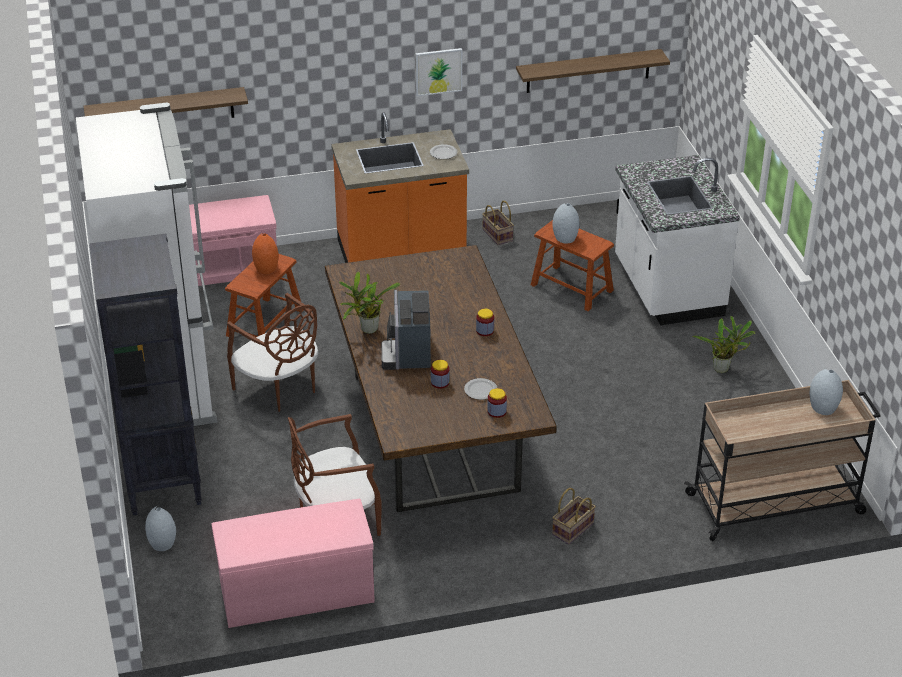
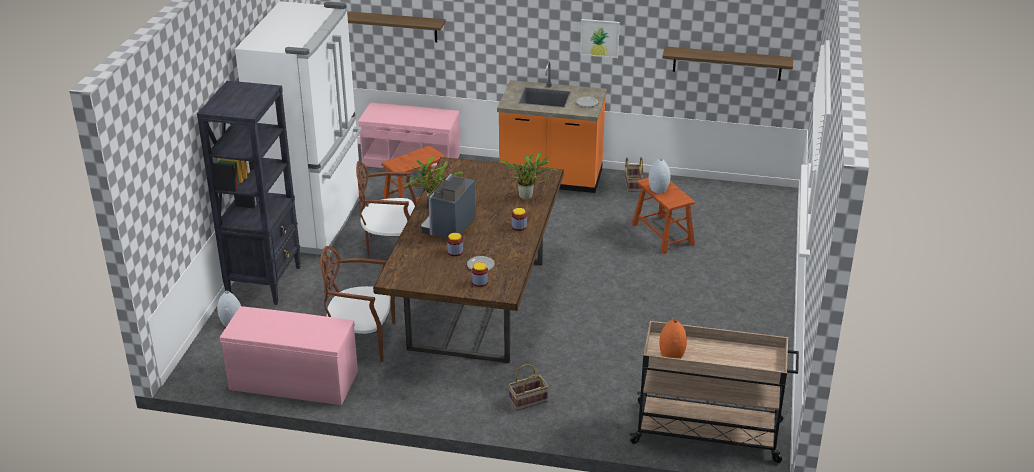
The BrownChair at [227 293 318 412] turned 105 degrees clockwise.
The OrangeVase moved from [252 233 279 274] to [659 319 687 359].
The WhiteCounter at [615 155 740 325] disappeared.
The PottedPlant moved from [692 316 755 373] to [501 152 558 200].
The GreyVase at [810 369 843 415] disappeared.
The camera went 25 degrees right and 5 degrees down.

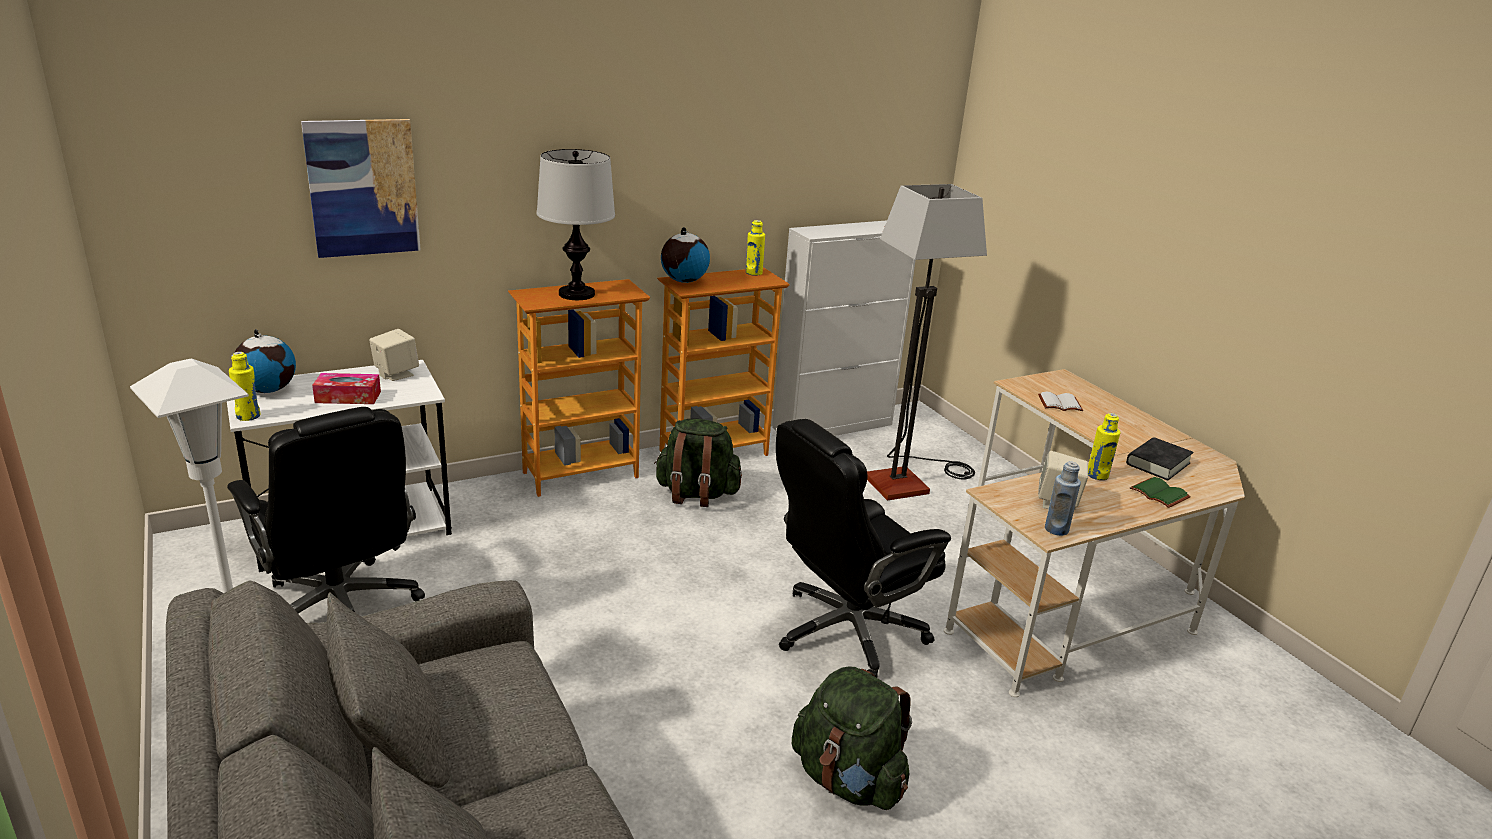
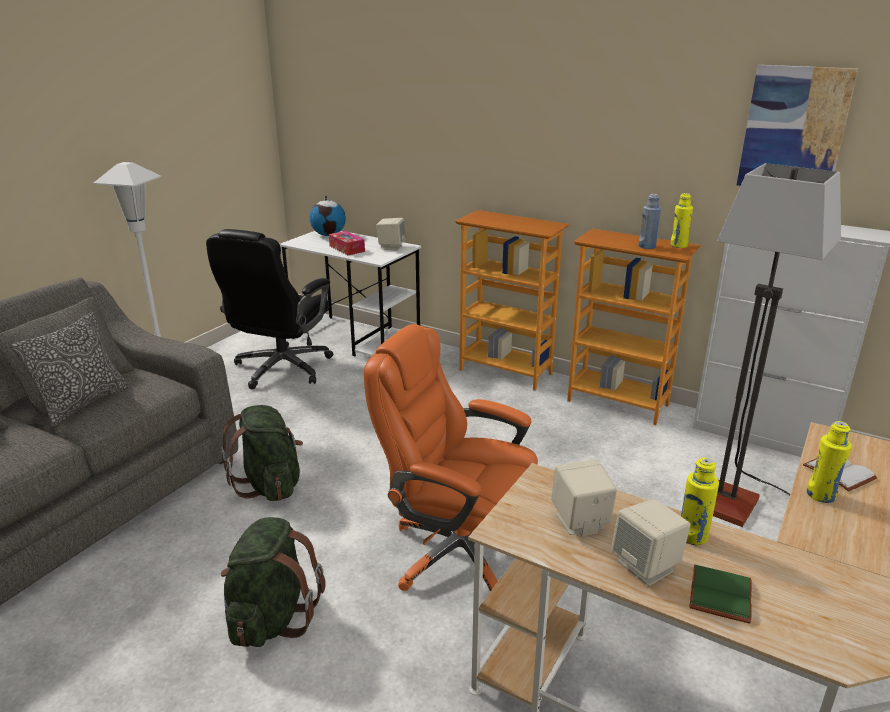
The YellowBottle moved from [229 352 260 421] to [807 421 852 503].
The Picture moved from [301 119 421 258] to [737 65 858 186].
The TableLamp at [537 149 615 300] disappeared.
The GreenBackpack moved from [654 419 742 507] to [221 405 303 501].
The Globe at [661 227 710 283] disappeared.
The BlackOfficeChair at [776 419 951 678] became the OrangeOfficeChair at [364 324 538 591].
The BlueBottle moved from [1045 461 1081 536] to [638 194 661 249].
The BlackBook at [1126 437 1194 481] disappeared.
The Pillow at [12 312 128 427] appeared.
The BeigeSpeaker at [611 499 690 586] appeared.
The camera went 60 degrees right and 0 degrees up.

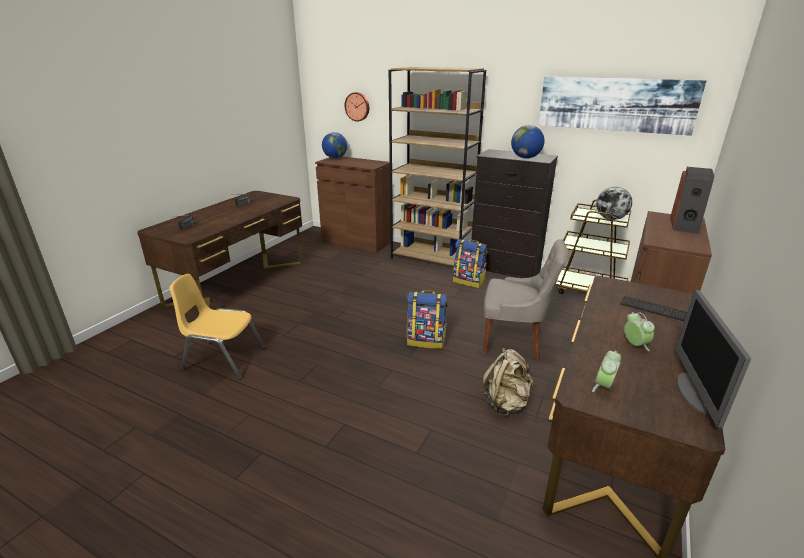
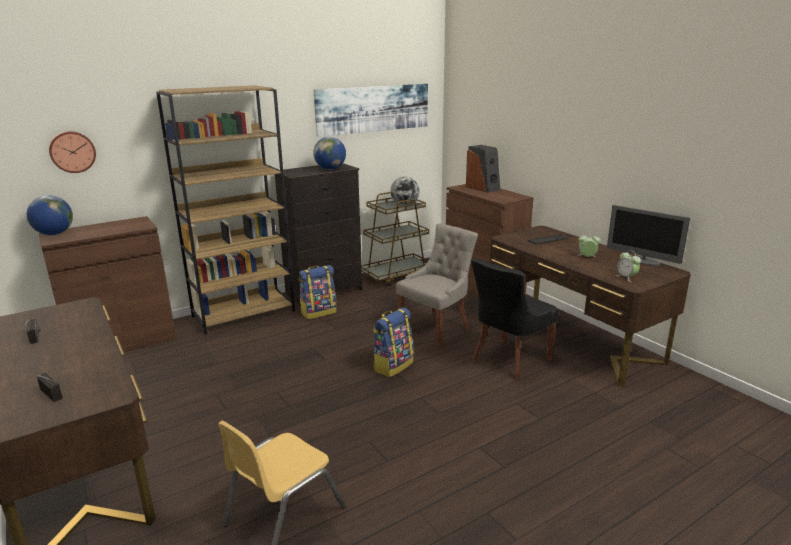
The BeigeBackpack at [482 348 533 416] was replaced by the BlackChair at [471 259 559 380].
The camera went 60 degrees left and 5 degrees down.

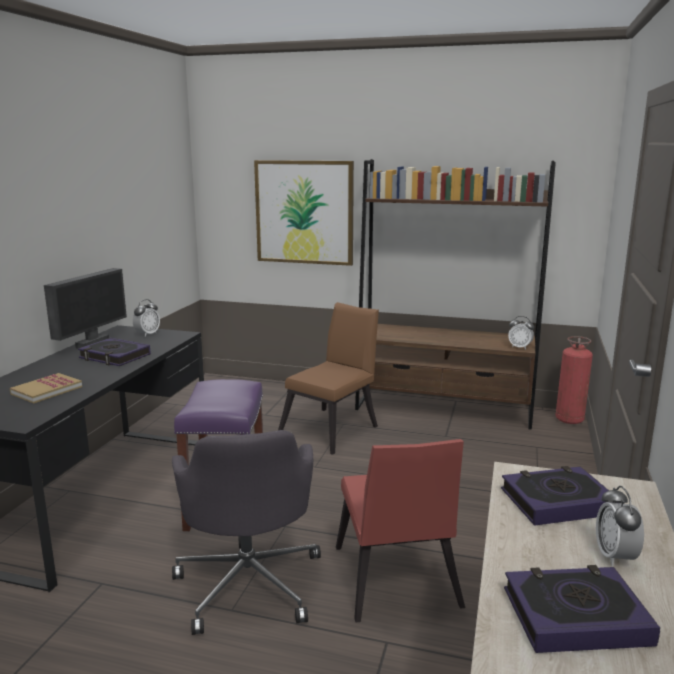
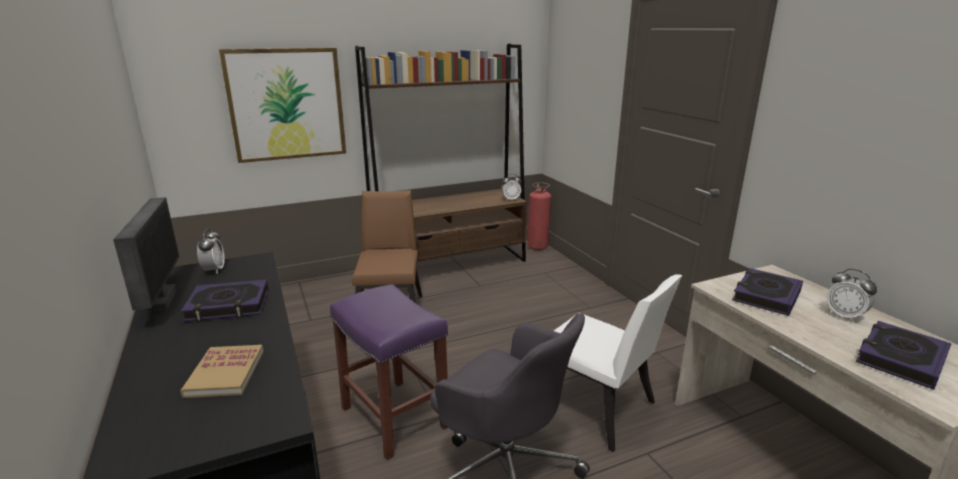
The RedChair at [336 439 465 623] became the WhiteChair at [554 274 682 452].
The camera went 40 degrees left and 5 degrees up.

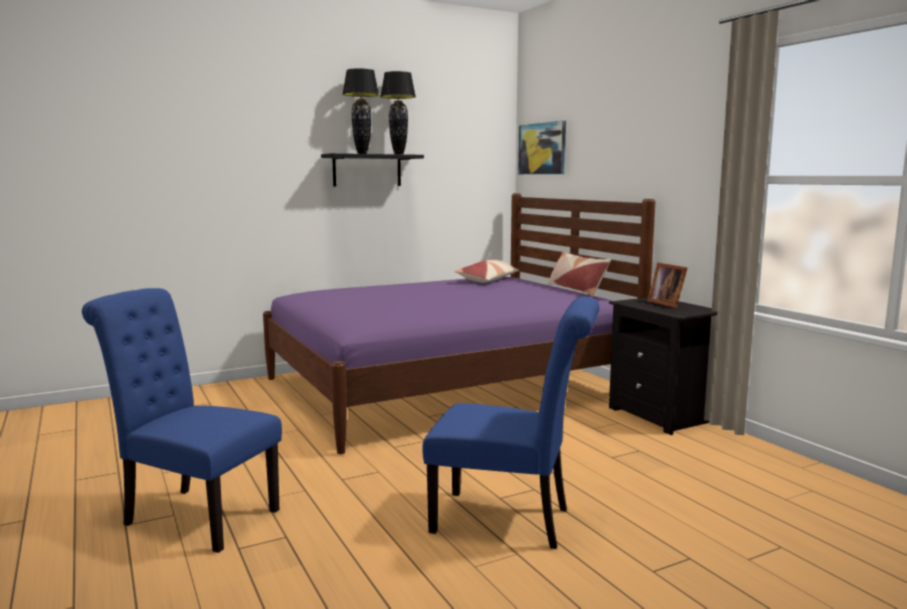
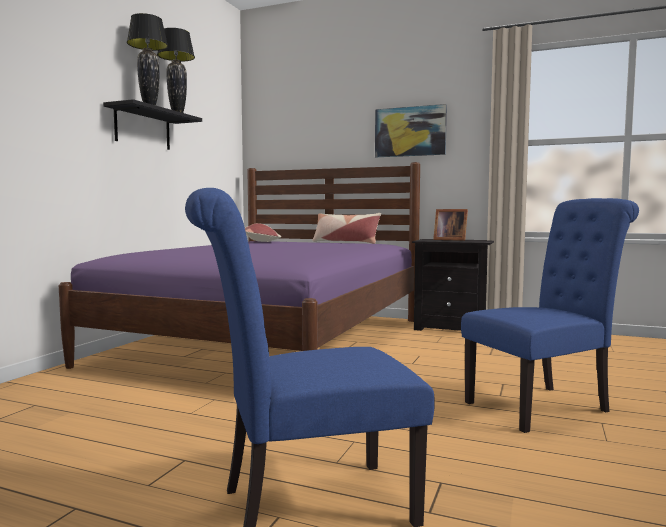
The Picture moved from [518 121 566 174] to [375 104 447 157].
The camera went 40 degrees left and 5 degrees down.

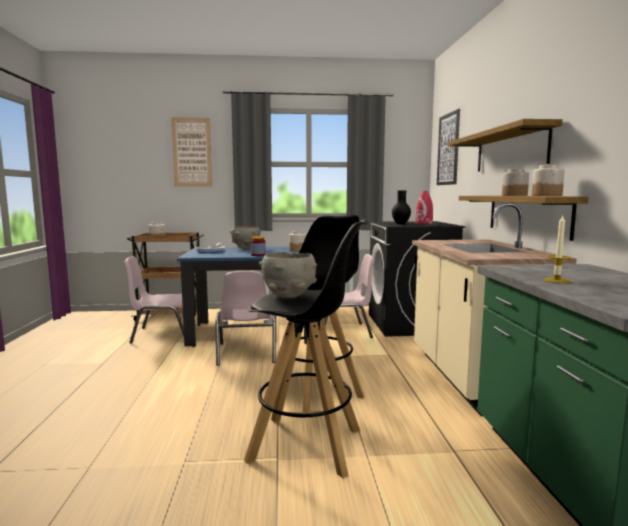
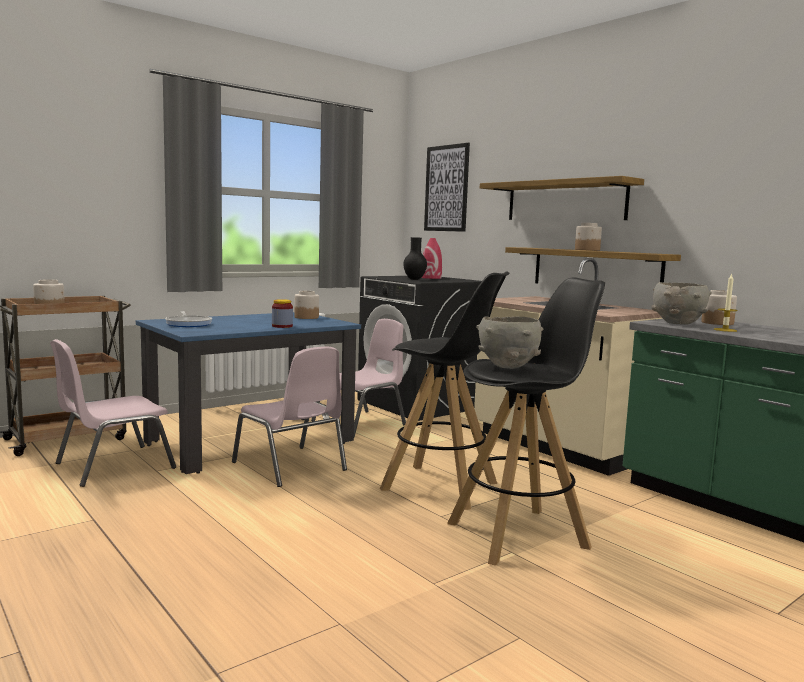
The Picture at [171 117 212 186] disappeared.
The GreyBowl moved from [230 226 261 249] to [651 282 712 325].
The Jar moved from [532 165 565 196] to [701 290 737 325].
The camera went 35 degrees left and 0 degrees up.

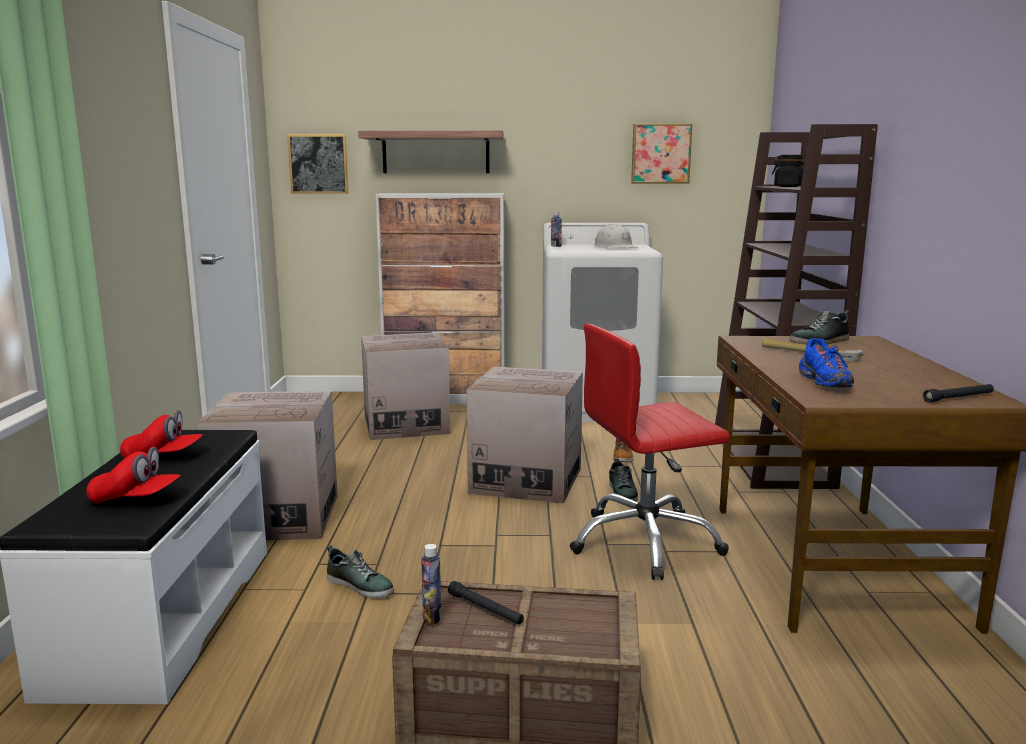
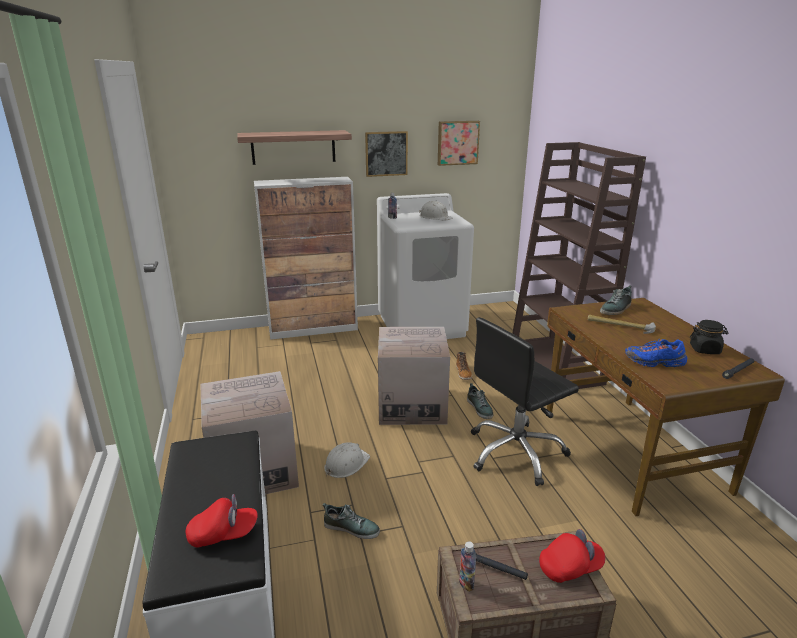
The RedCap moved from [120 410 203 458] to [539 529 605 583].
The Picture moved from [287 134 349 194] to [365 131 408 177].
The CardboardBox at [361 332 450 440] disappeared.
The RedOfficeChair at [570 324 730 580] became the BlackOfficeChair at [471 317 579 486].
The BlackJar moved from [772 155 806 187] to [690 320 728 354].
The BlueShoe at [799 338 854 387] turned 120 degrees clockwise.
The WhiteHardHat at [324 442 370 478] appeared.
The camera went 15 degrees left and 10 degrees up.

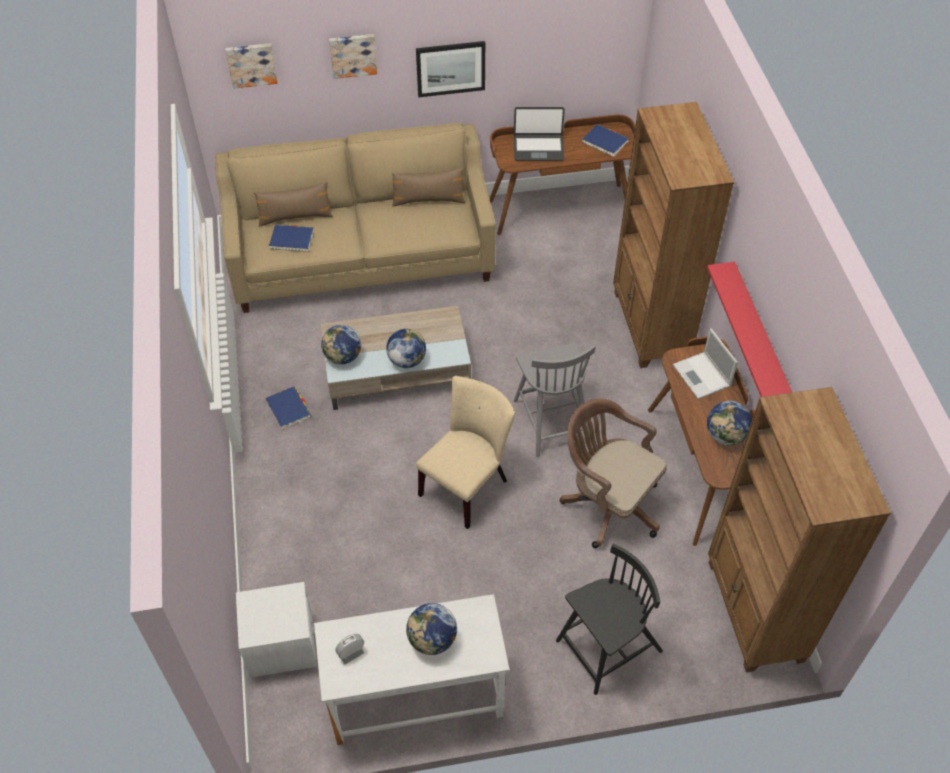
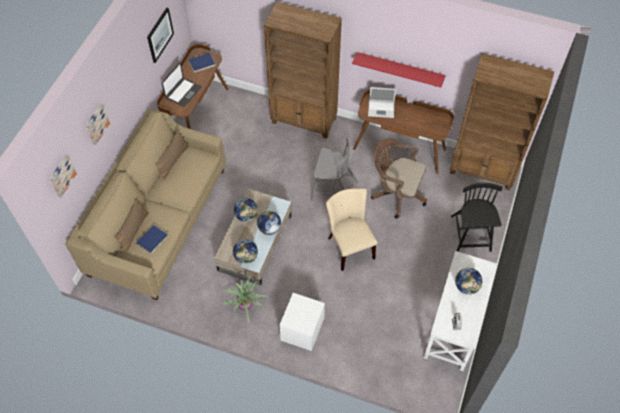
The WhiteNightstand moved from [236 582 317 678] to [279 293 325 351].
The BlueBook at [265 386 311 430] was replaced by the PottedPlant at [222 276 268 323].
The Picture moved from [416 41 485 97] to [147 8 174 63].
The BrownOfficeChair at [560 398 667 548] turned 45 degrees clockwise.
The Globe moved from [707 401 752 445] to [234 198 258 222].
The camera went 60 degrees left and 5 degrees up.

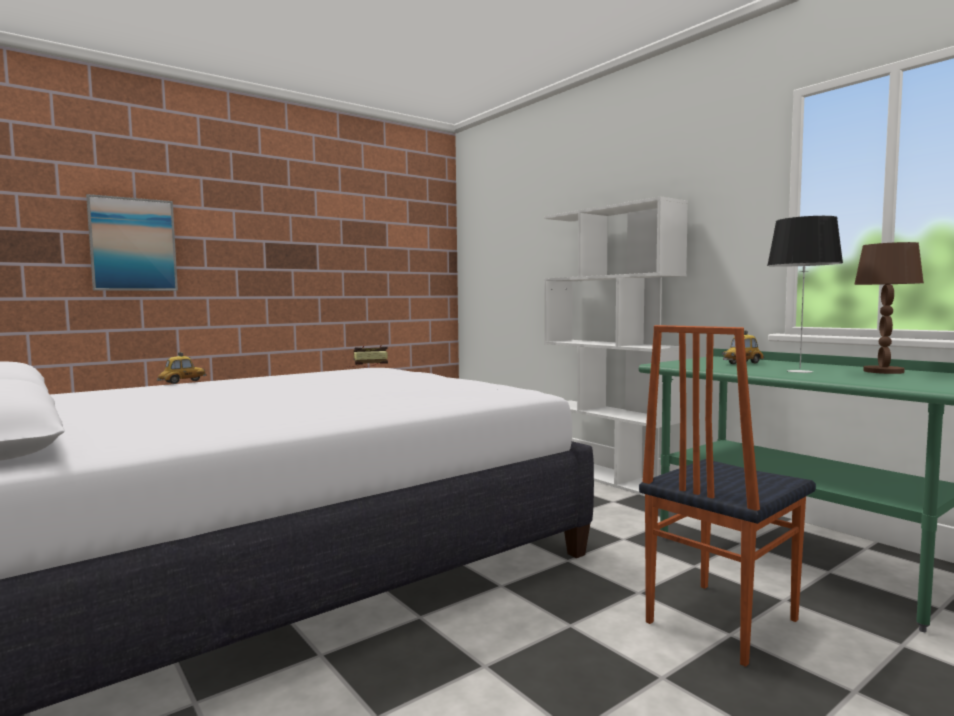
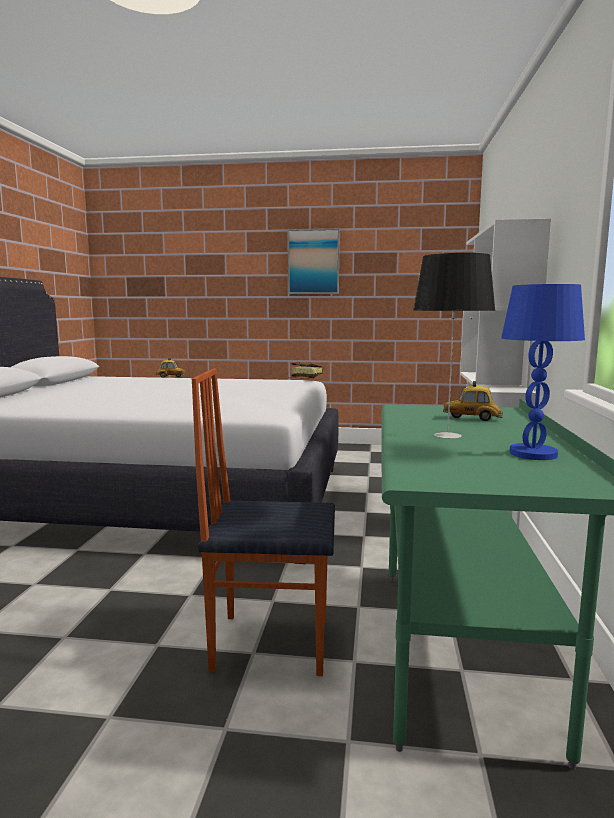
The Picture moved from [86 194 178 291] to [288 229 340 294].
The BrownTableLamp at [854 242 924 374] became the BlueTableLamp at [501 284 585 460].
The camera went 45 degrees right and 5 degrees up.

